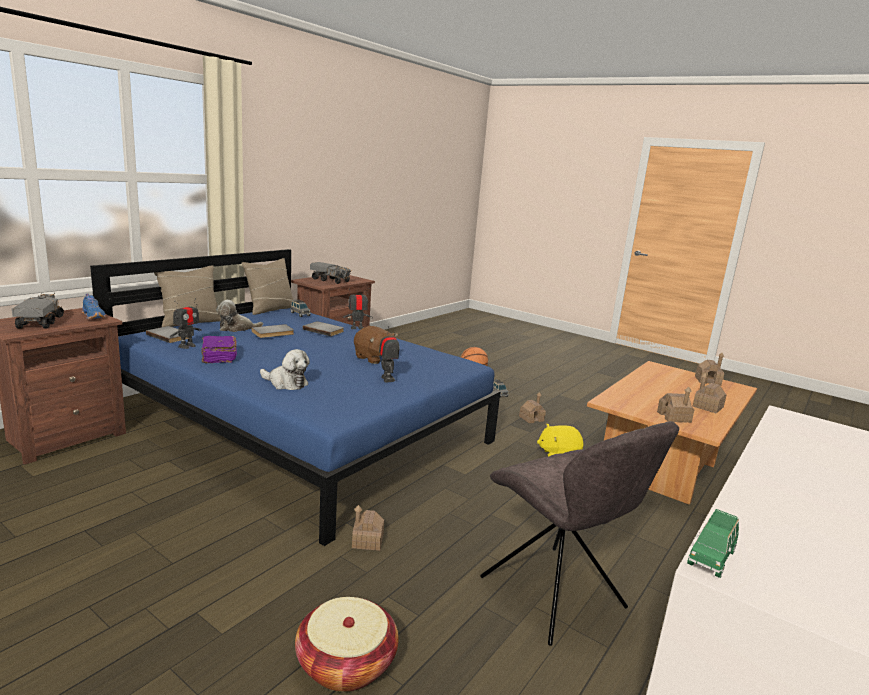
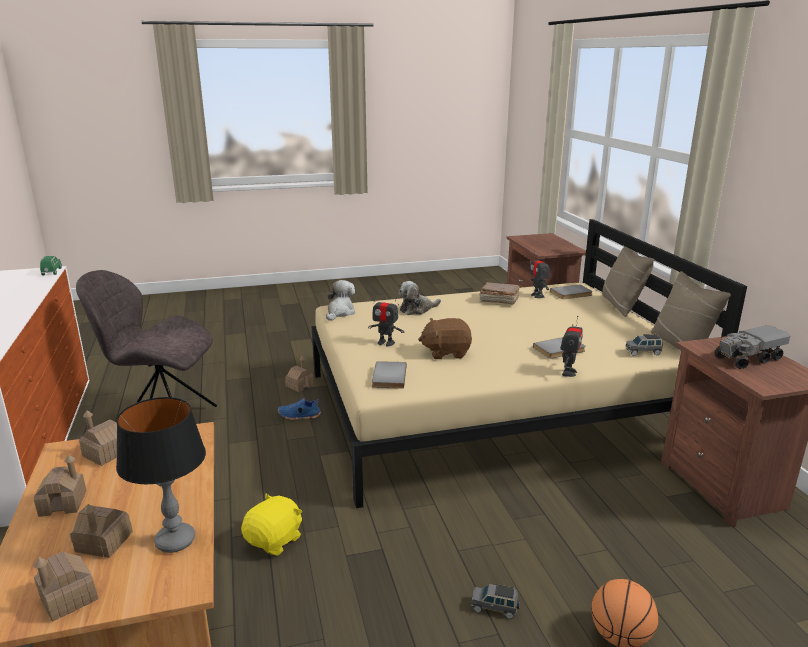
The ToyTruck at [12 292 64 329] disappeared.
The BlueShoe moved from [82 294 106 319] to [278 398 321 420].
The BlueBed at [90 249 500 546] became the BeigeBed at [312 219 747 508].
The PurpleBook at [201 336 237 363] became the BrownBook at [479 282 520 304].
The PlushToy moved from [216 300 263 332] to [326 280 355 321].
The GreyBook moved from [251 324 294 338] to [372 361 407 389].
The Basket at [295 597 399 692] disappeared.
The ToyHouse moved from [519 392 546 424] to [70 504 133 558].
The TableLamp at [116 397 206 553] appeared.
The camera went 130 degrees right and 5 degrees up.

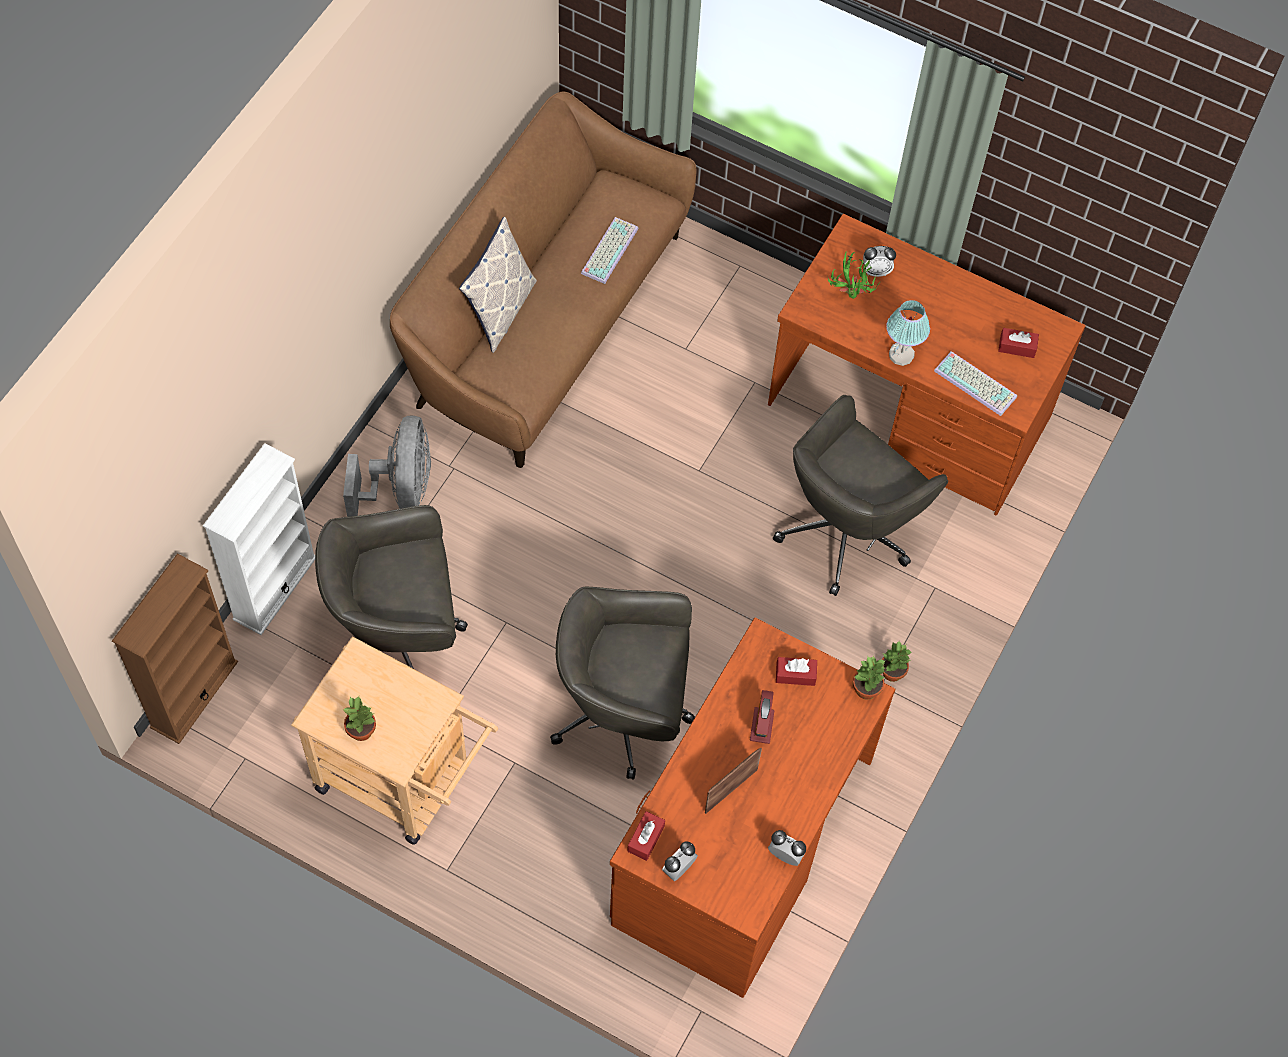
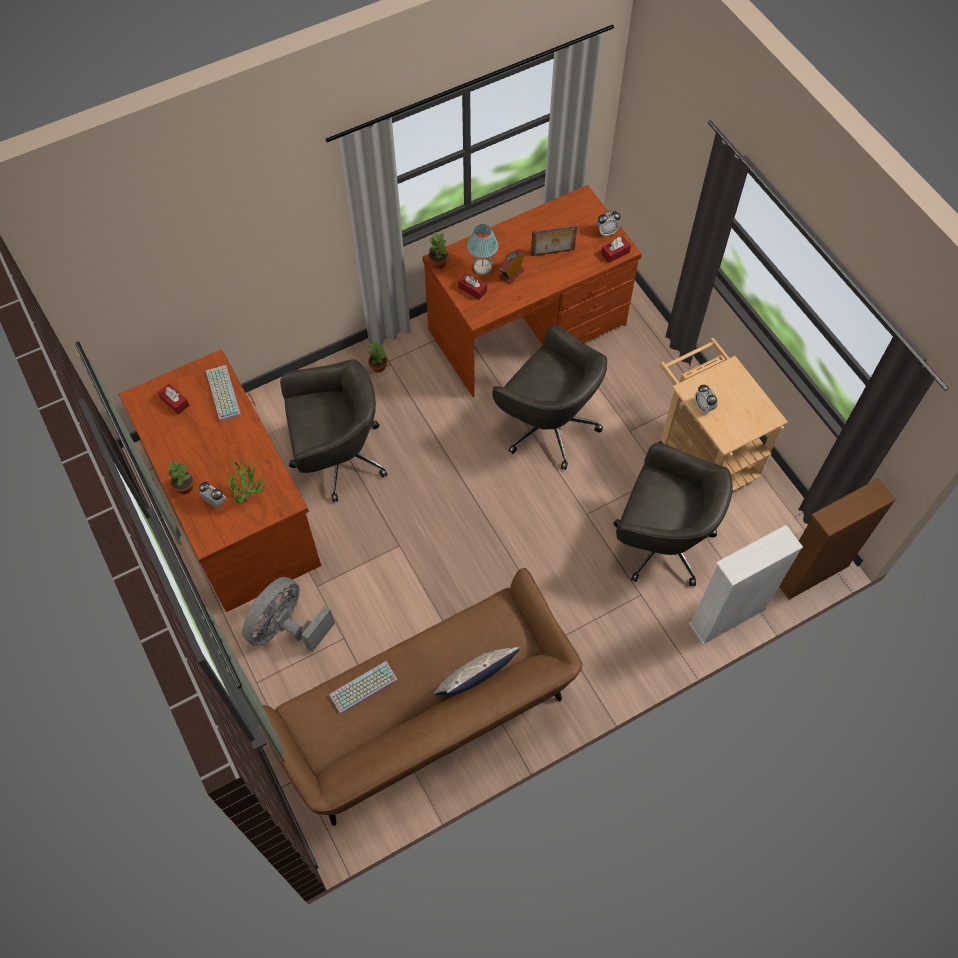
The PottedPlant moved from [342 697 376 741] to [167 460 194 494].
The GreyFan moved from [343 415 431 517] to [242 577 335 652].
The AlarmClock moved from [768 830 806 866] to [695 385 718 414].
The TableLamp moved from [886 300 930 366] to [467 224 498 275].
The camera went 145 degrees left and 0 degrees up.

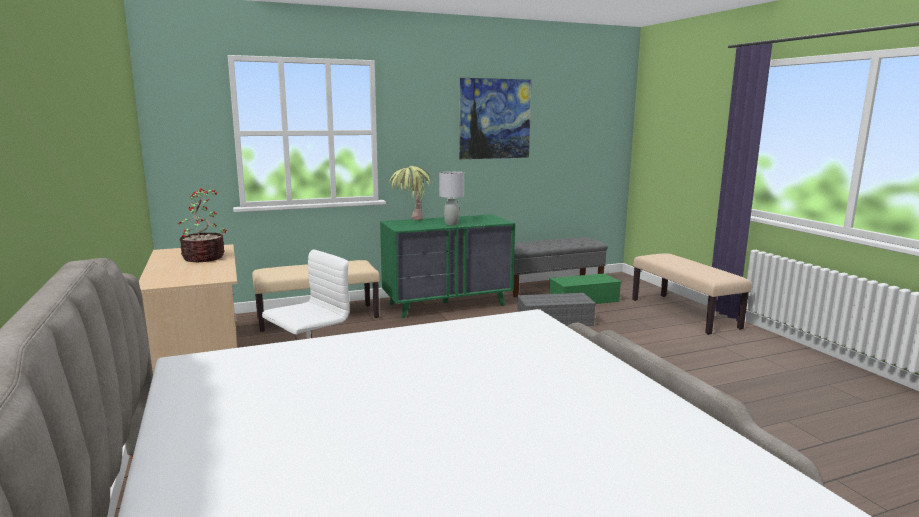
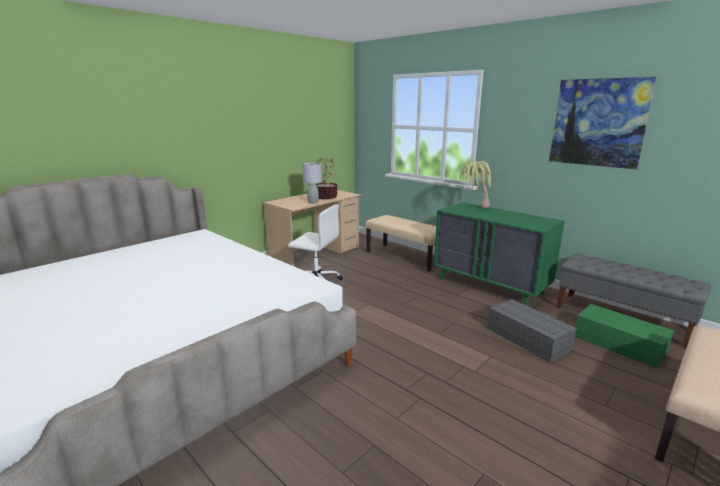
The GreyTableLamp moved from [439 171 464 225] to [302 162 322 203].
The camera went 65 degrees right and 5 degrees up.

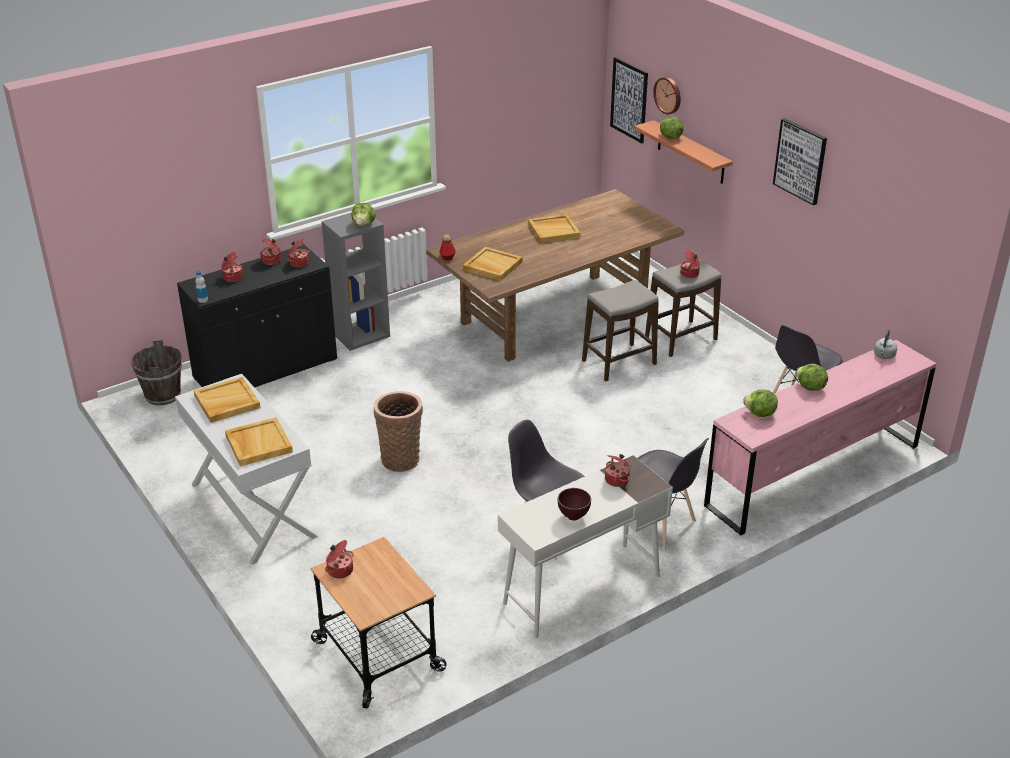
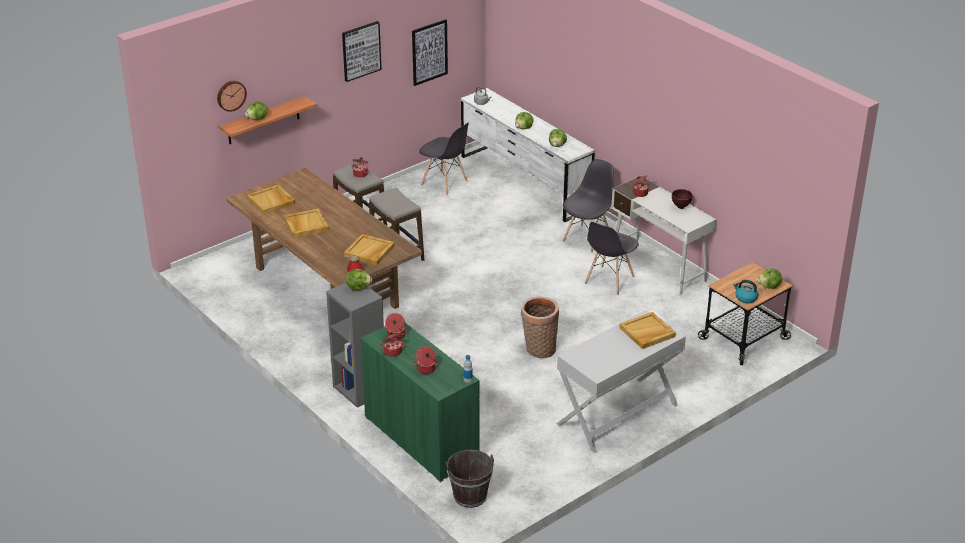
The BlackCabinet at [177 245 337 388] became the GreenCabinet at [360 323 480 482].
The BeigeTray moved from [194 377 260 423] to [247 185 295 214].
The CookingPot at [325 540 354 579] was replaced by the Kettle at [733 280 758 303].
The Picture moved from [610 57 648 143] to [412 19 448 86].
The PinkDresser at [704 340 937 536] became the WhiteDresser at [461 88 595 223].
The Lettuce at [757 269 782 289] appeared.
The camera went 95 degrees left and 0 degrees up.

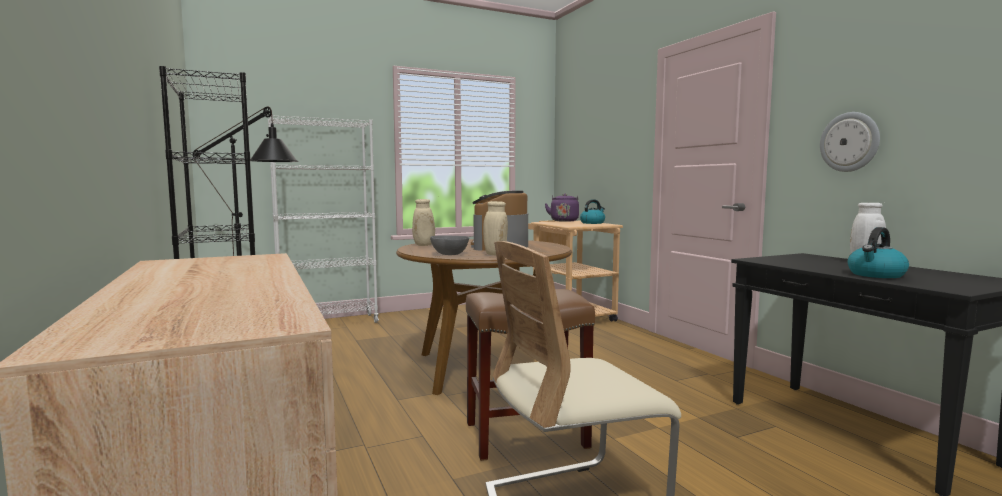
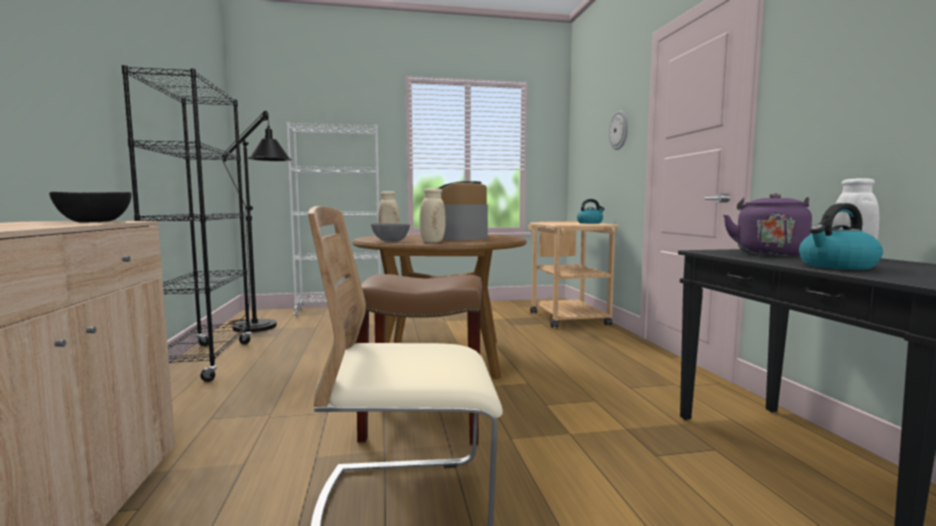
The PurpleKettle moved from [545 194 579 222] to [723 193 812 256].
The WallClock moved from [820 112 880 172] to [609 110 628 150].
The BlackBowl at [49 192 132 223] appeared.
The camera went 15 degrees right and 0 degrees up.

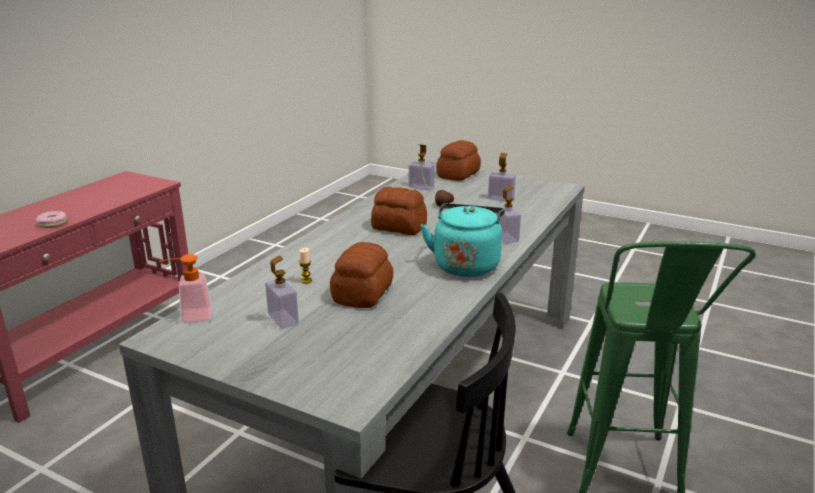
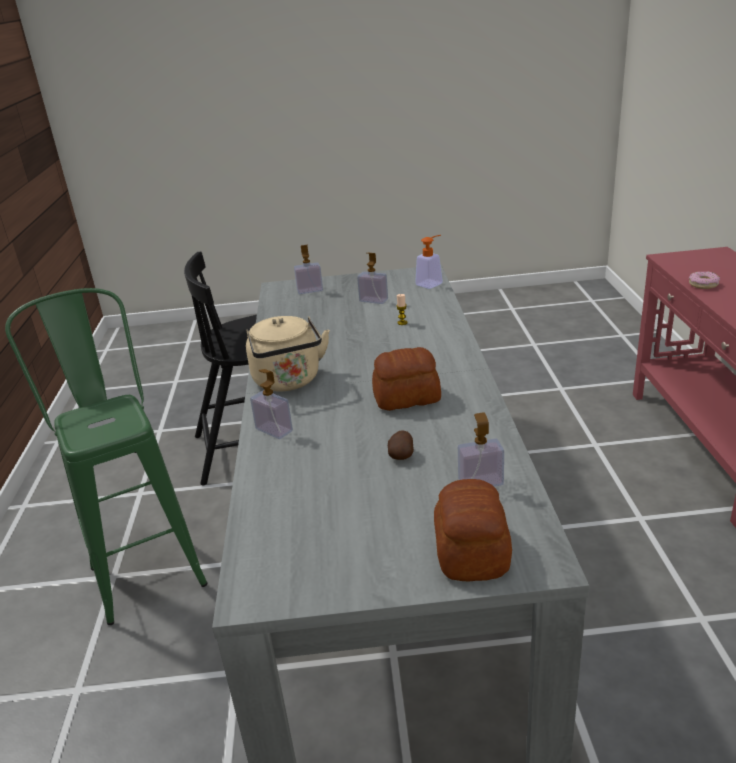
The Bread at [330 242 393 308] disappeared.
The TurquoiseKettle at [420 203 505 277] became the BeigeKettle at [246 316 330 392].
The SoapDispenser moved from [488 153 516 202] to [294 245 323 294].
The camera went 150 degrees right and 5 degrees up.

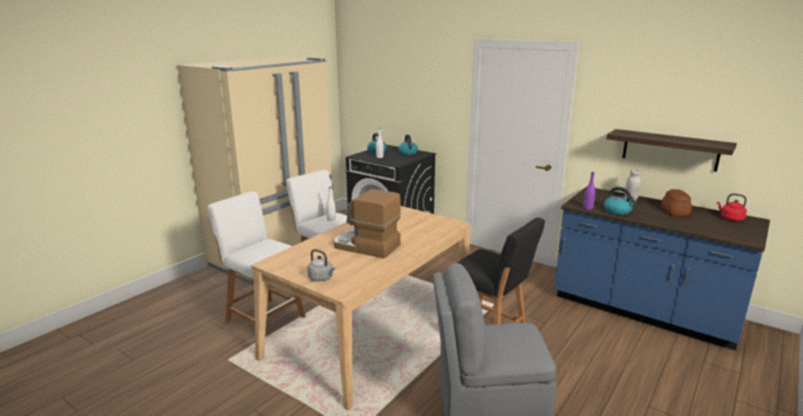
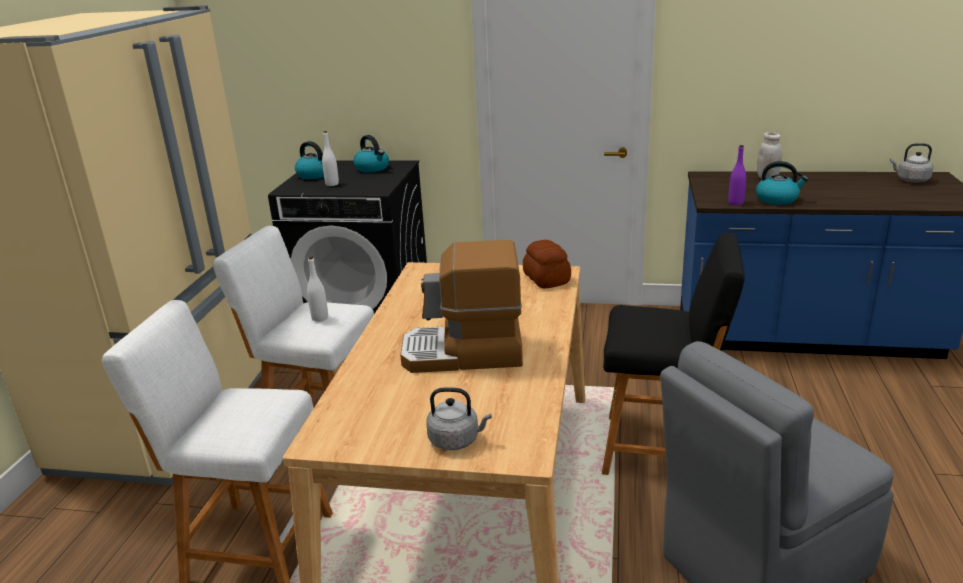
The Shelf at [606 129 737 172] disappeared.
The Bread moved from [661 189 692 216] to [523 240 571 289].
The RedKettle at [717 193 747 221] became the GreyKettle at [890 143 933 183].
The camera went 25 degrees left and 5 degrees up.

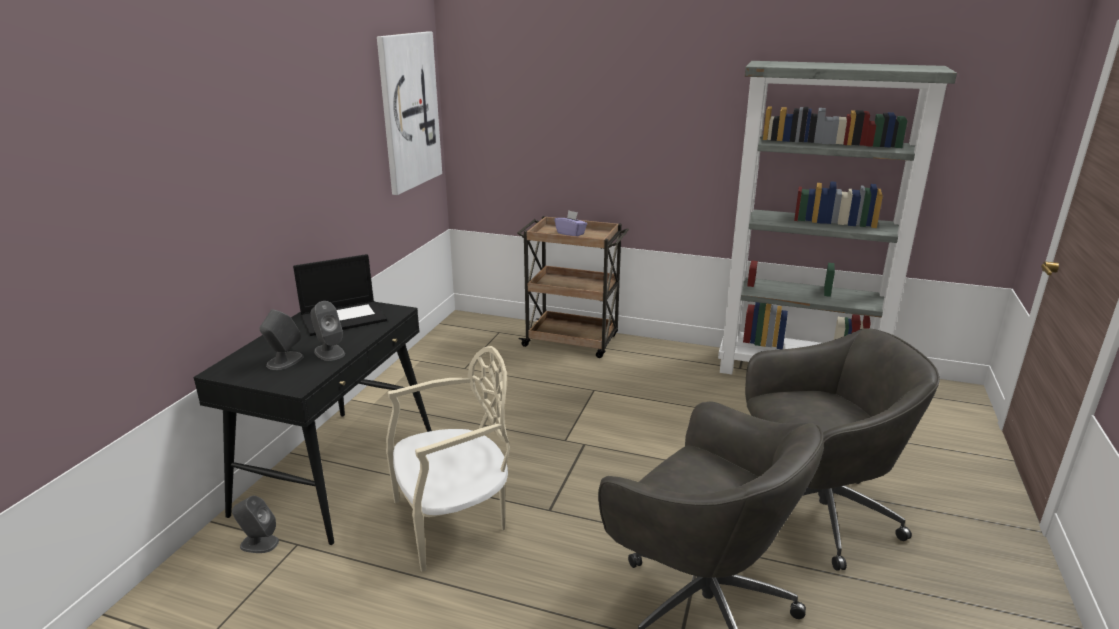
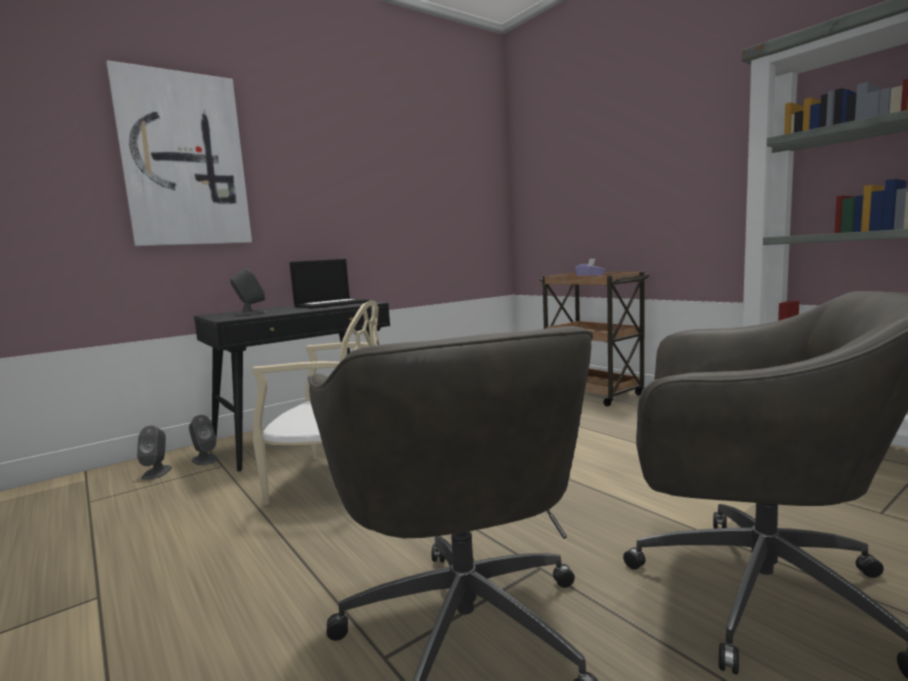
The Laptop at [293 254 387 336] turned 45 degrees counterclockwise.
The GreySpeaker moved from [311 301 345 361] to [137 426 172 480].
The Picture moved from [377 31 442 195] to [106 60 252 246].
The camera went 35 degrees right and 15 degrees down.

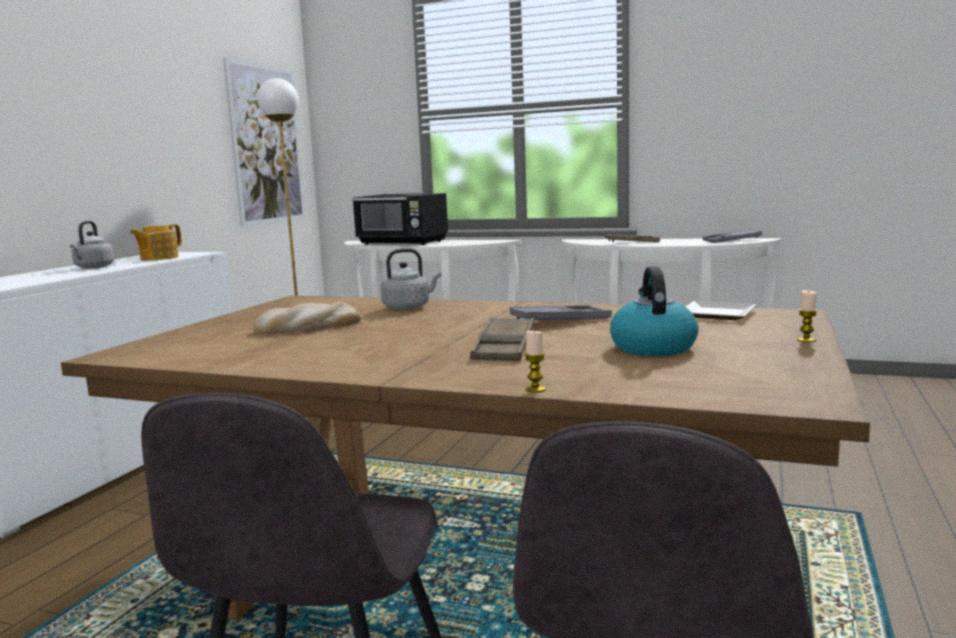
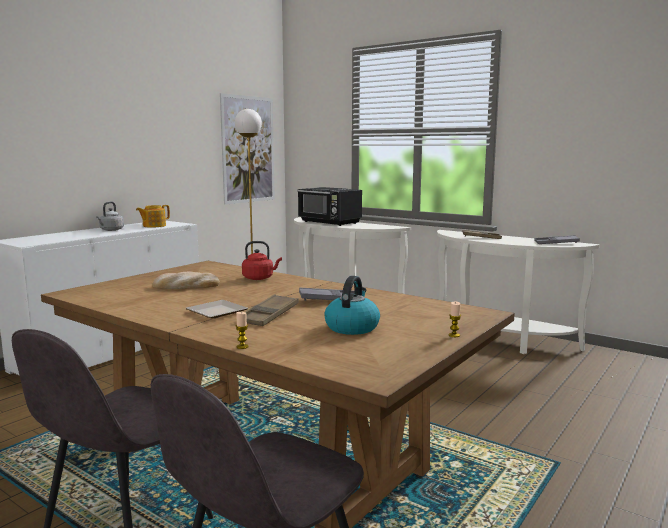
The GreyKettle at [381 249 441 310] became the RedKettle at [242 241 282 280].
The Plate moved from [686 301 756 320] to [186 300 248 319].
The camera went 15 degrees right and 0 degrees up.

